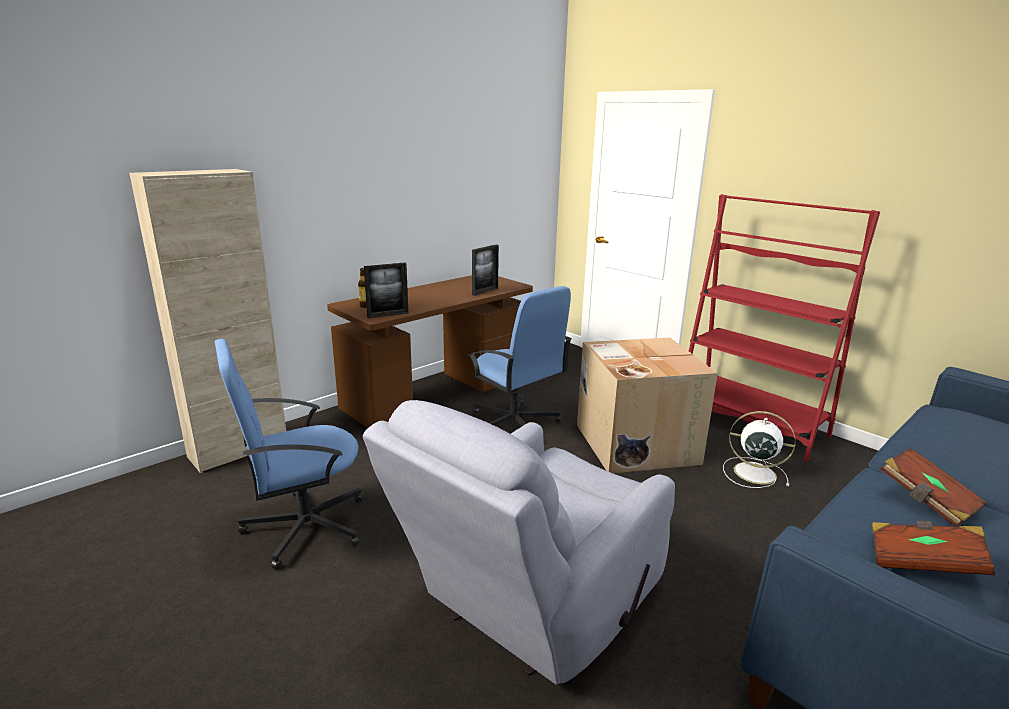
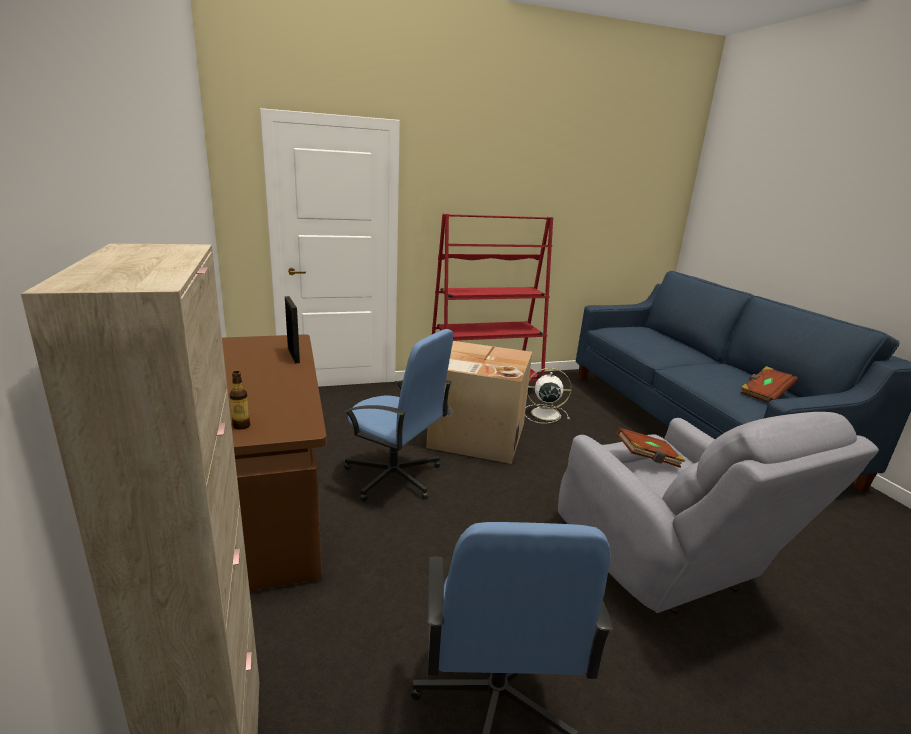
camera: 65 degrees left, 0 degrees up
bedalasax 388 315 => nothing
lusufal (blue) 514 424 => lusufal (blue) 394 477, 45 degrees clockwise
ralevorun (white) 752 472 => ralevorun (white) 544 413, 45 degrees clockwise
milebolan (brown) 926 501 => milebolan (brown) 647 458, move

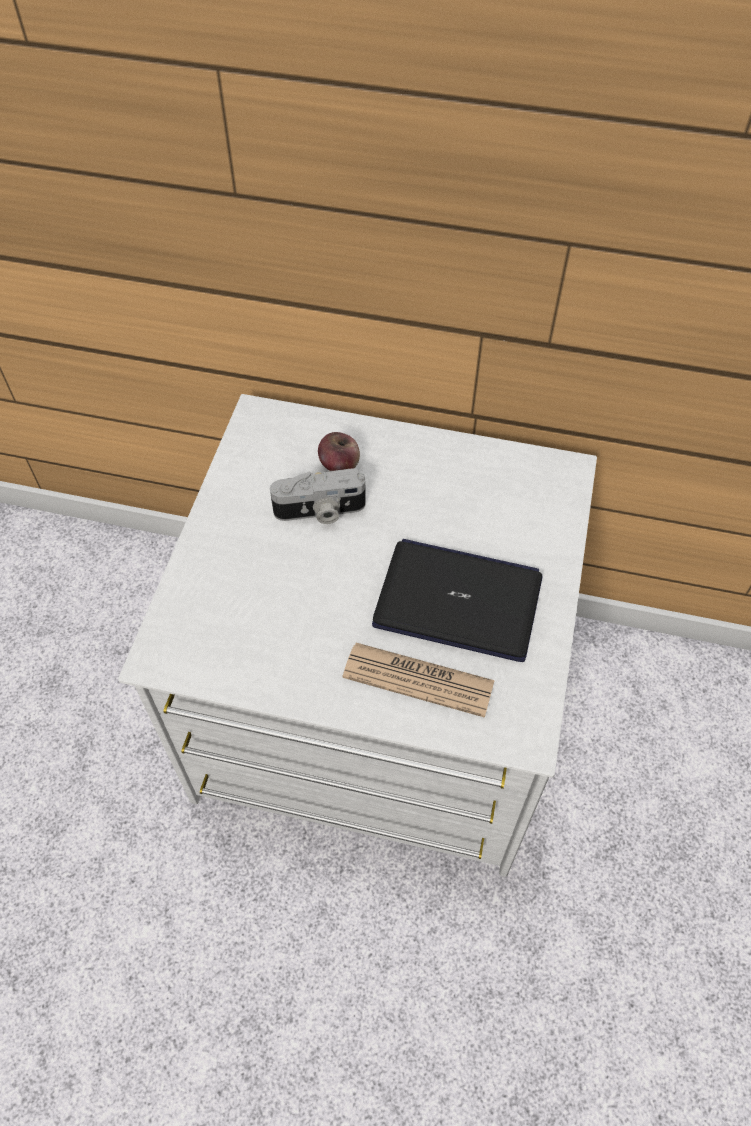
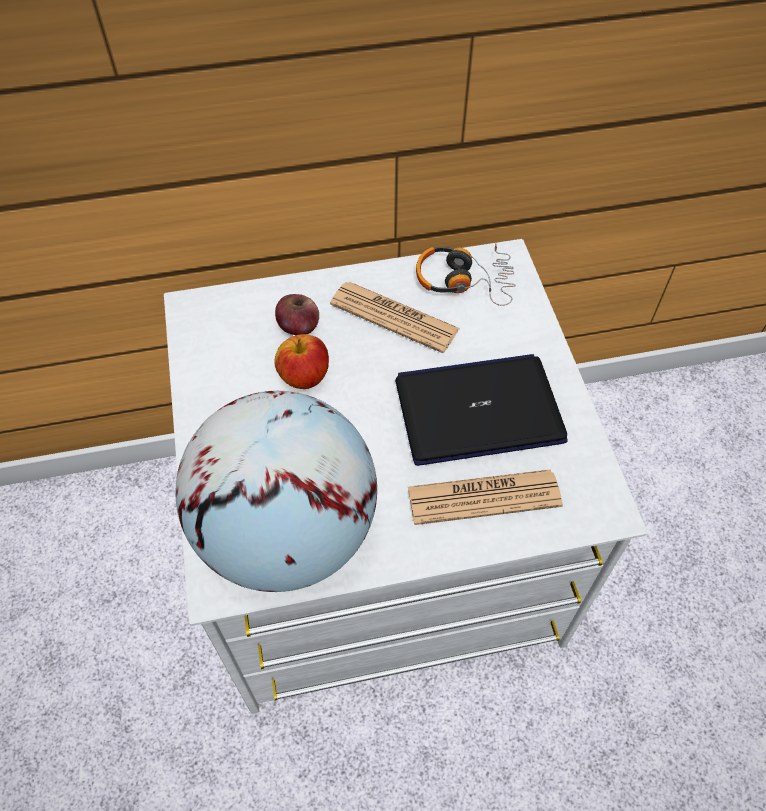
camera: 25 degrees left, 0 degrees up
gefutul 320 511 => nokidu 304 377
nothing => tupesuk 464 280
nothing => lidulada 394 317
nothing => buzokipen 288 532

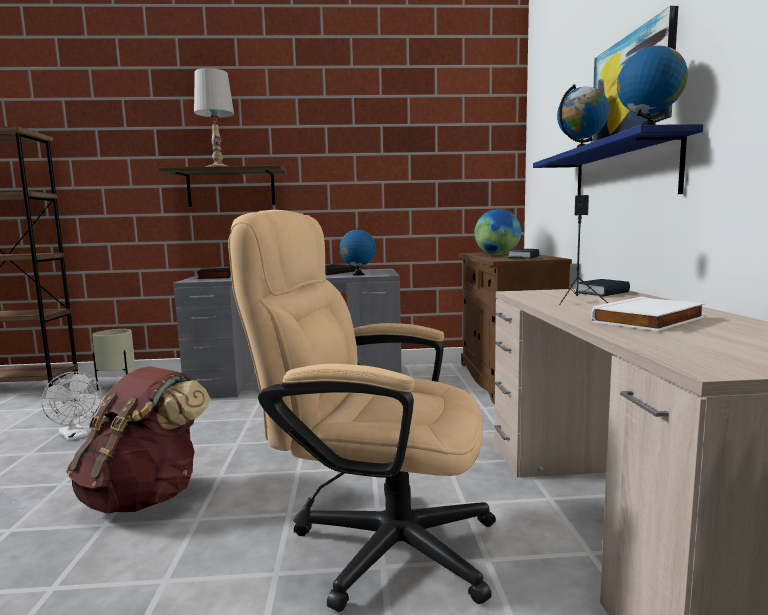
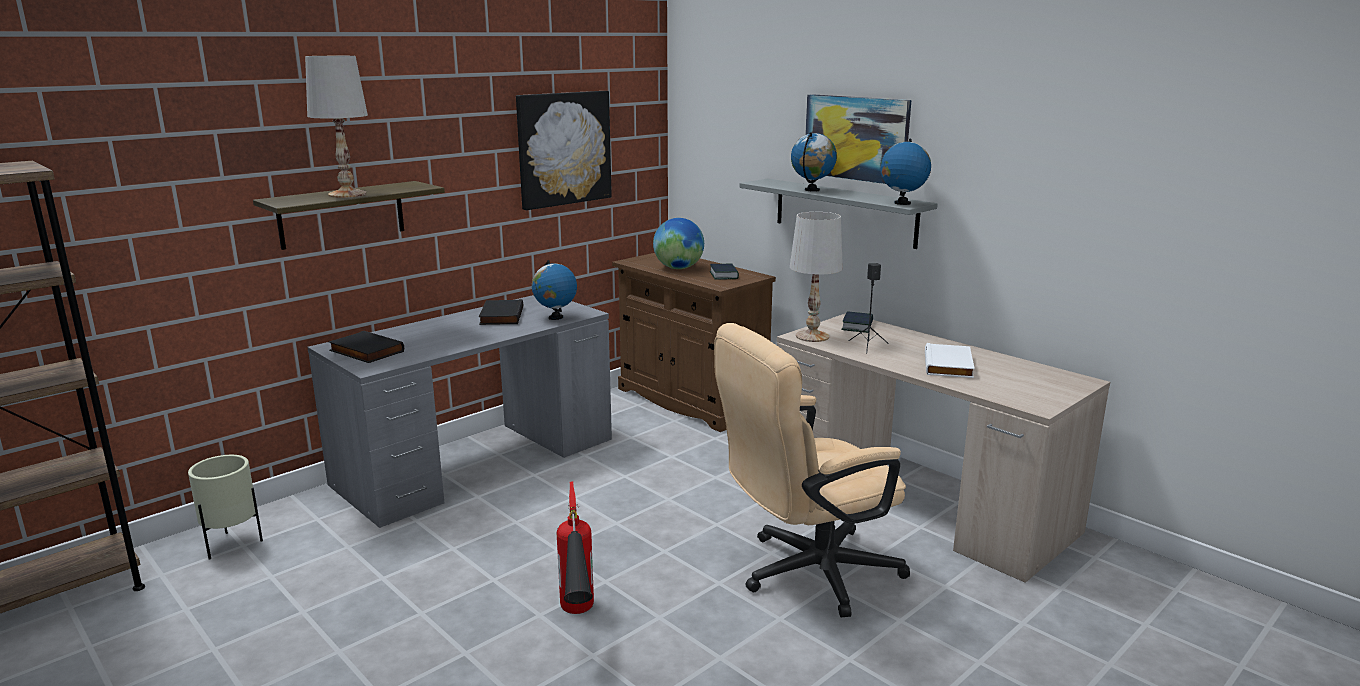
camera: 40 degrees left, 10 degrees up
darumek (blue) 622 174 => darumek (grey) 844 212
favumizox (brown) 146 496 => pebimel 578 624
ralevorun (white) 76 436 => nothing
nothing => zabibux 563 148
nothing => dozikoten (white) 811 336

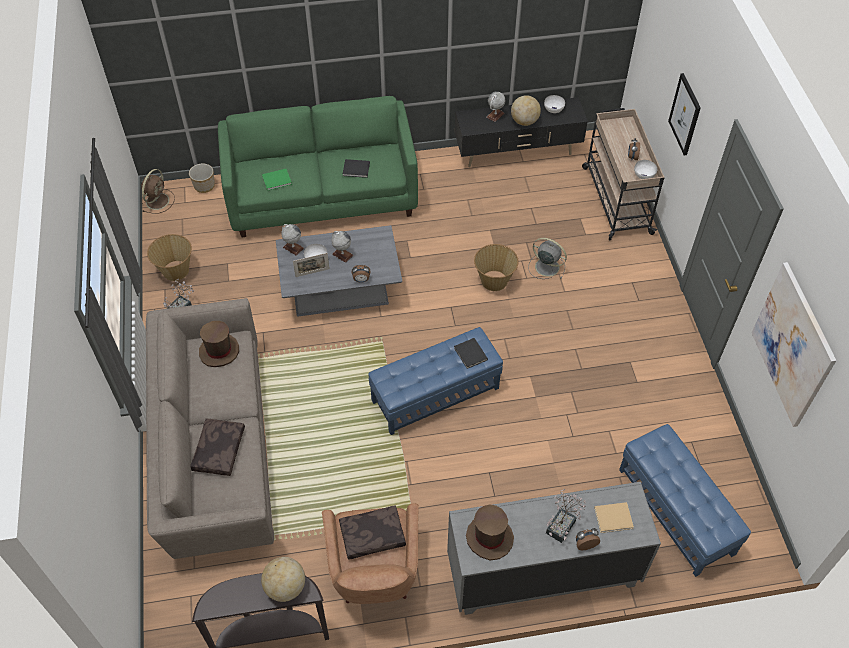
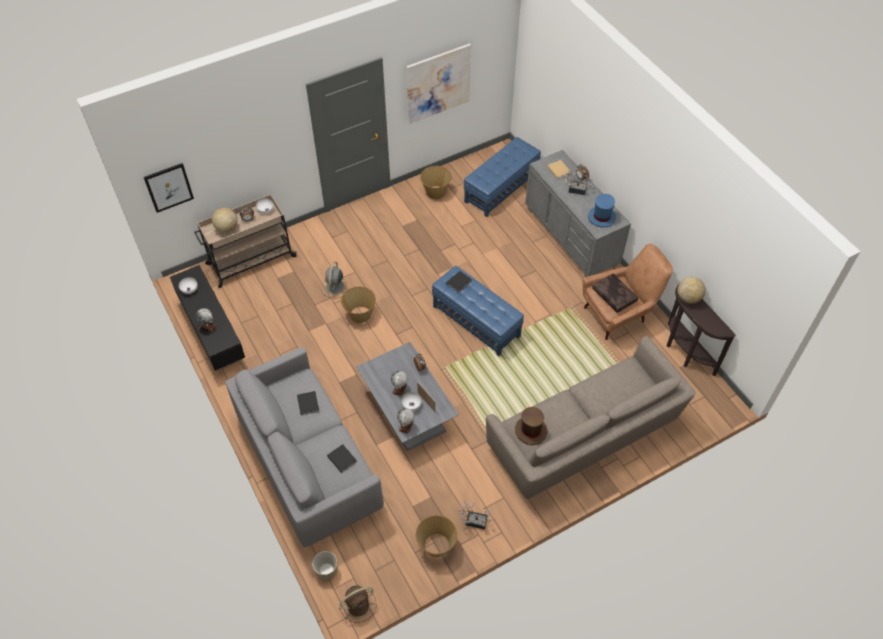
camera: 110 degrees left, 0 degrees up
zabibux 685 114 => zabibux 168 187, move
buzokipen 524 121 => buzokipen 227 228, move
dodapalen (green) 322 196 => dodapalen (grey) 308 462
ralevorun (brown) 158 200 => ralevorun (brown) 359 605, 150 degrees clockwise
milebolan (green) 278 180 => milebolan (black) 341 458
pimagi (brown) 218 450 => nothing
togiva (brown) 489 537 => togiva (blue) 601 217
nothing => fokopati 436 192

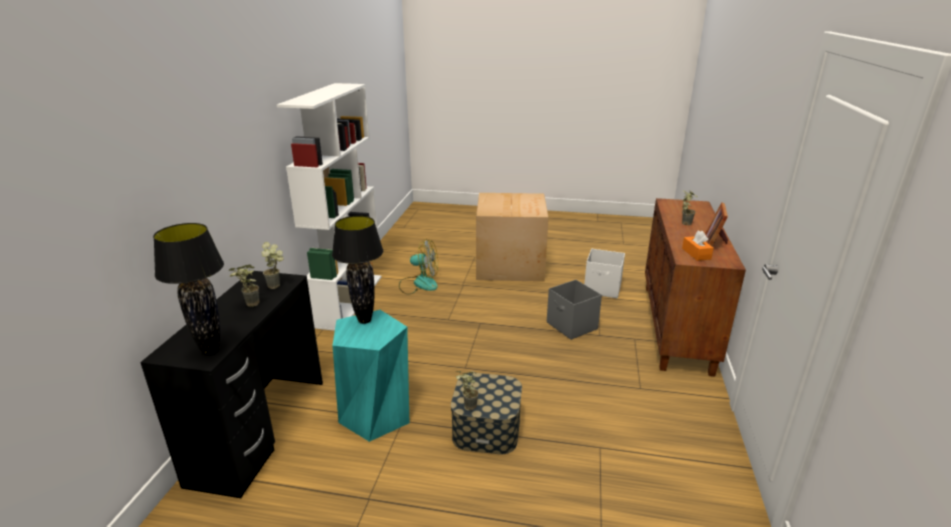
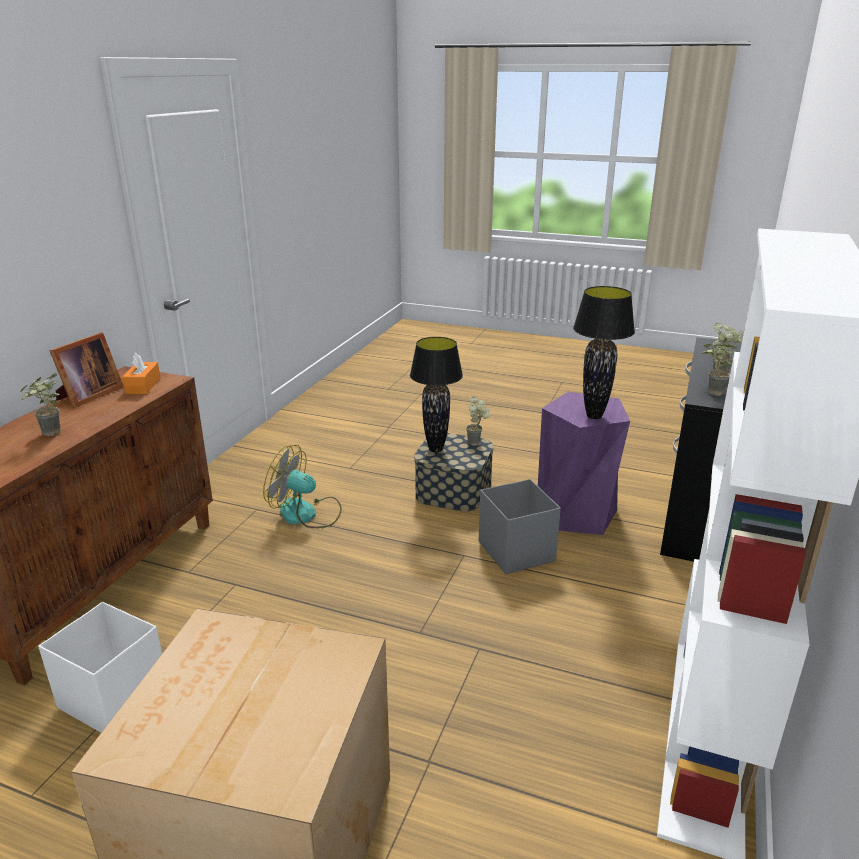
camera: 170 degrees left, 0 degrees up
dozikoten (black) 211 351 => dozikoten (black) 435 449, move
ralevorun 419 284 => ralevorun 306 514, move
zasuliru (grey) 572 326 => zasuliru (grey) 516 551, move
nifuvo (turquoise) 375 415 => nifuvo (purple) 576 513

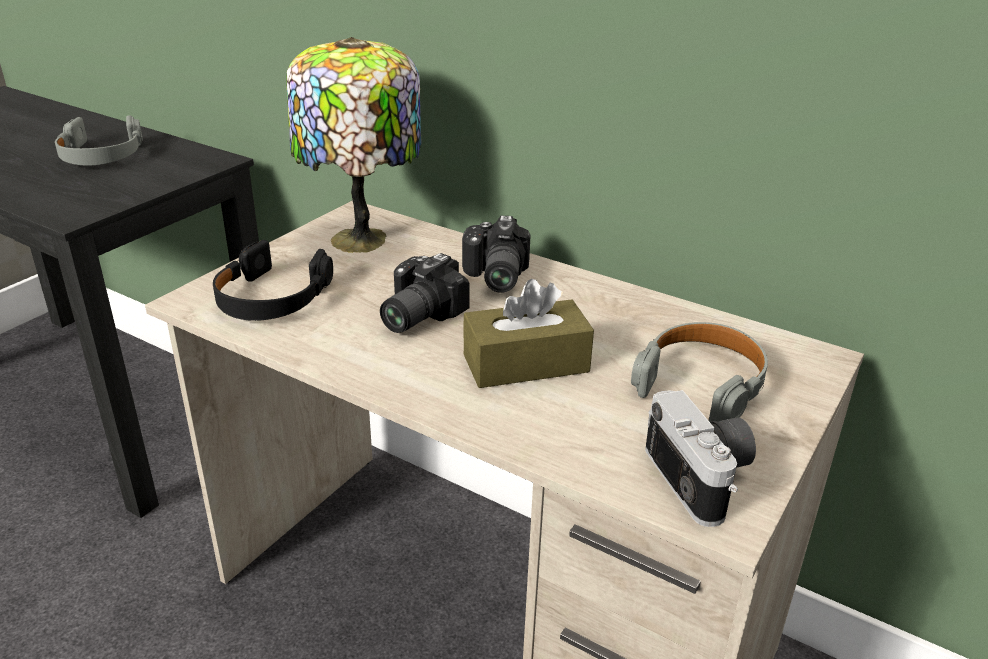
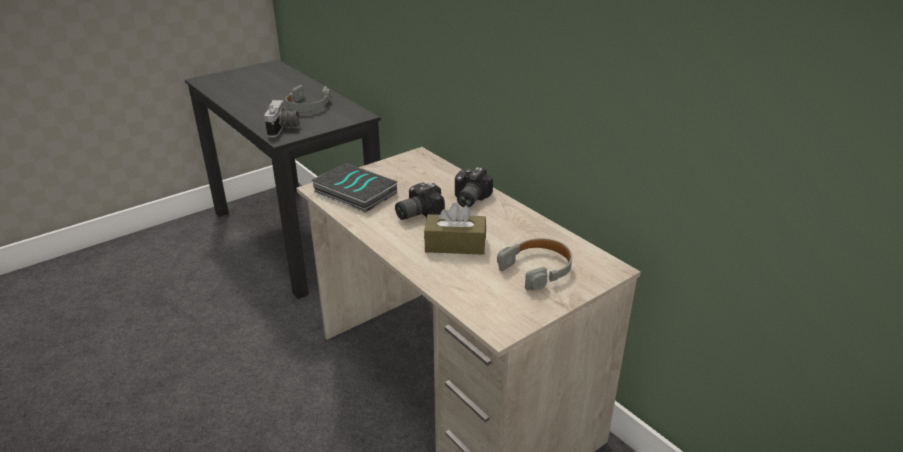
camera: 20 degrees right, 0 degrees up
dozikoten 361 241 => nothing
tupesuk (black) 271 298 => milebolan 353 193
gefutul 704 478 => gefutul 284 129, move

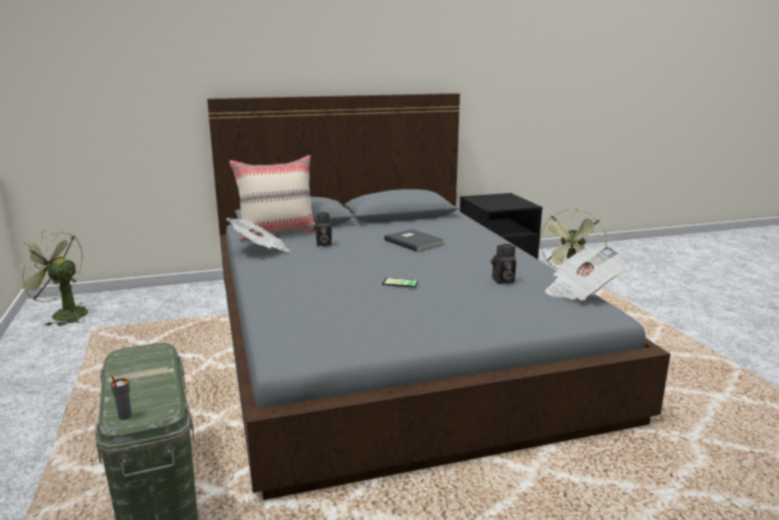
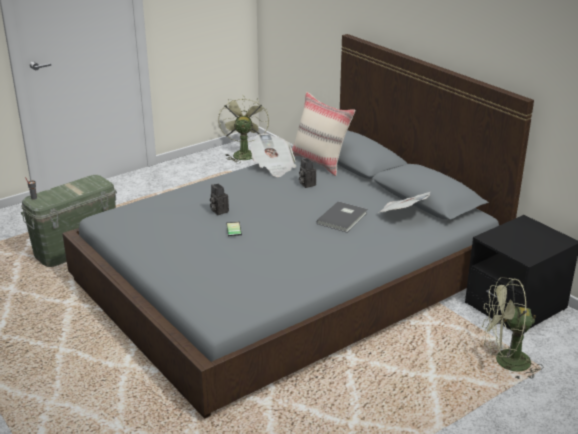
camera: 70 degrees right, 10 degrees up
gefutul 502 281 => gefutul 218 211, move
lidulada 581 291 => lidulada 403 214, move

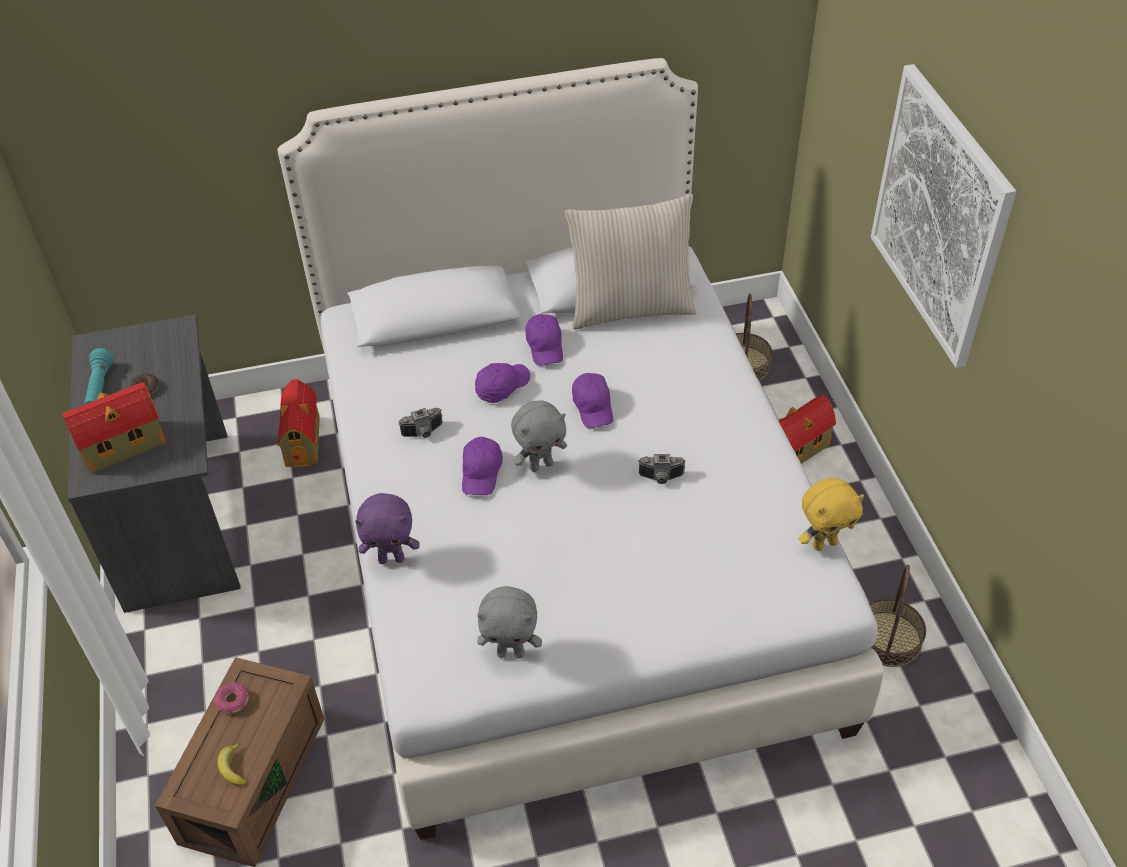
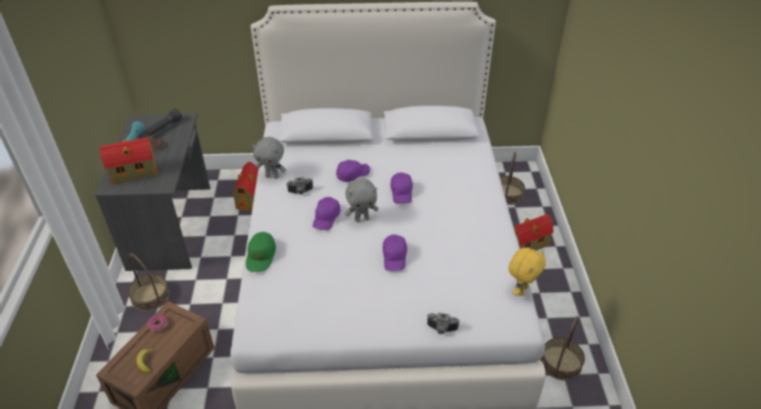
camera: 10 degrees right, 5 degrees down
zabibux 939 216 => nothing
pimagi (beige) 630 307 => nothing
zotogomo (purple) 545 346 => zotogomo (purple) 394 257, move
gefutul 661 478 => gefutul 441 330, move
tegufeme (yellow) 824 543 => tegufeme (yellow) 521 290, 45 degrees counterclockwise
tegufeme (purple) 392 558 => zotogomo (green) 261 256
tegufeme (grey) 511 652 => tegufeme (grey) 272 176, move
nothing => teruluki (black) 164 128
nothing => fokopati 150 296

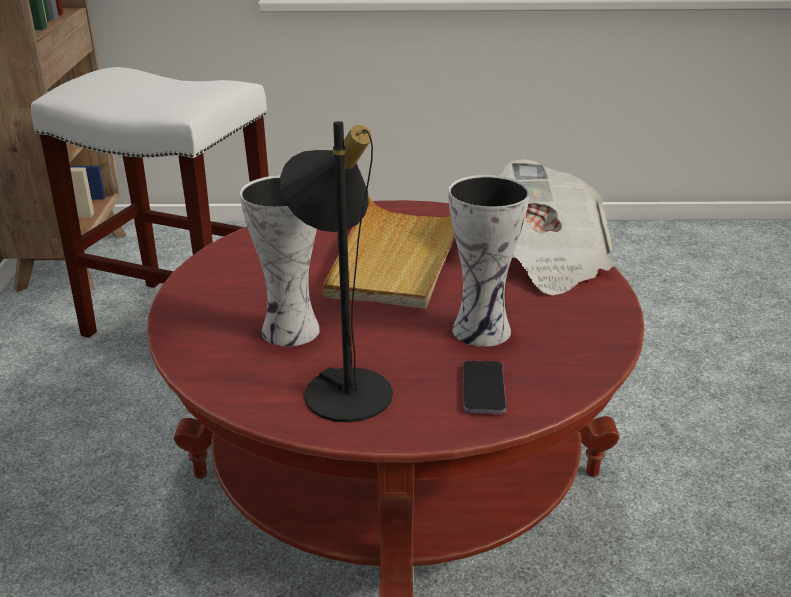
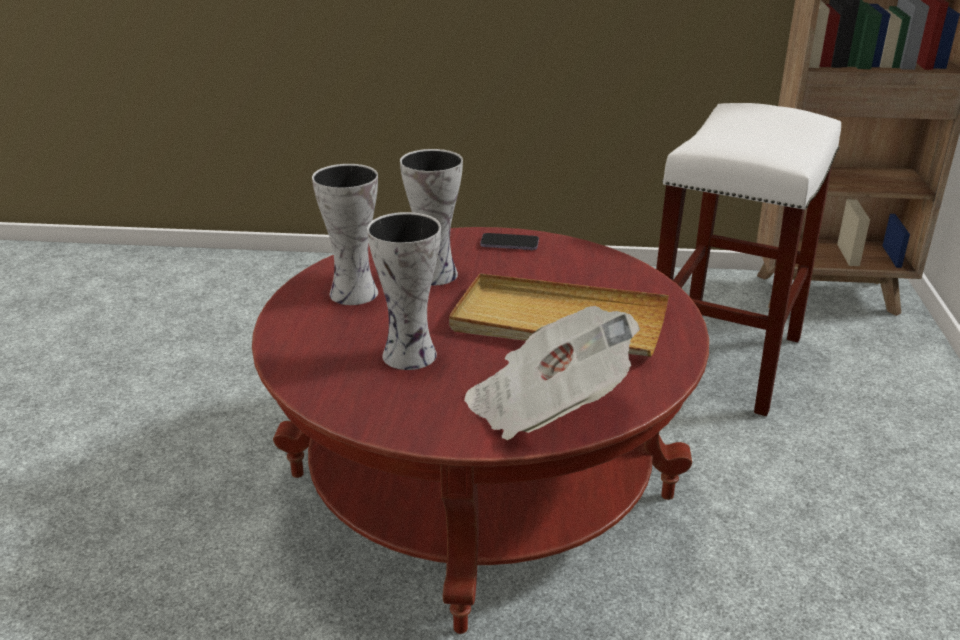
camera: 95 degrees right, 0 degrees up
dozikoten (black) 343 384 => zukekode 351 293
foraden 483 389 => foraden 509 244, move

